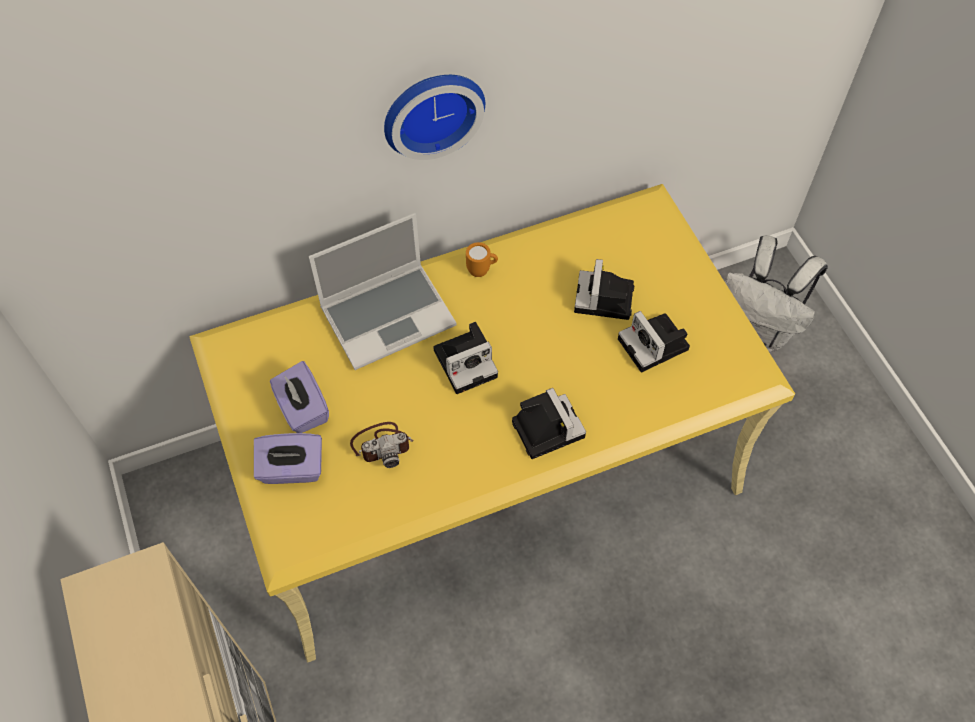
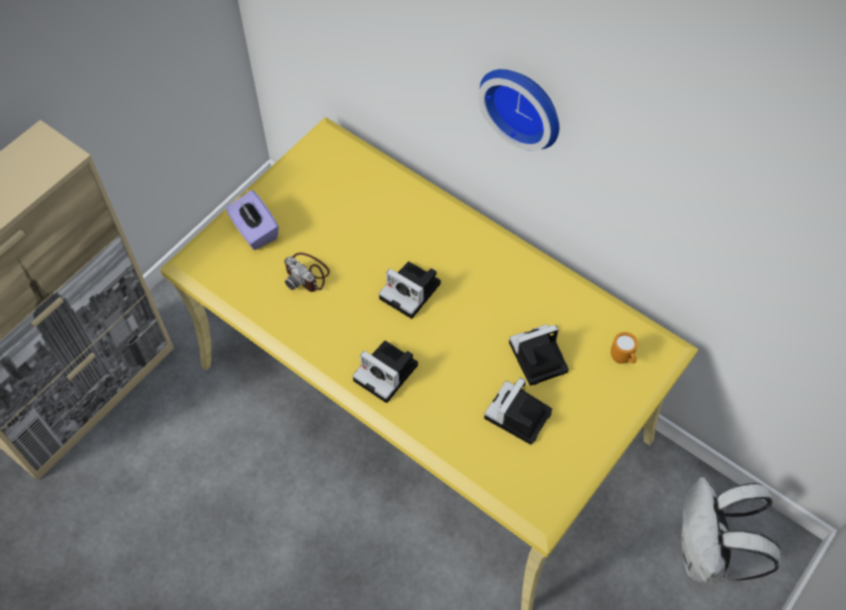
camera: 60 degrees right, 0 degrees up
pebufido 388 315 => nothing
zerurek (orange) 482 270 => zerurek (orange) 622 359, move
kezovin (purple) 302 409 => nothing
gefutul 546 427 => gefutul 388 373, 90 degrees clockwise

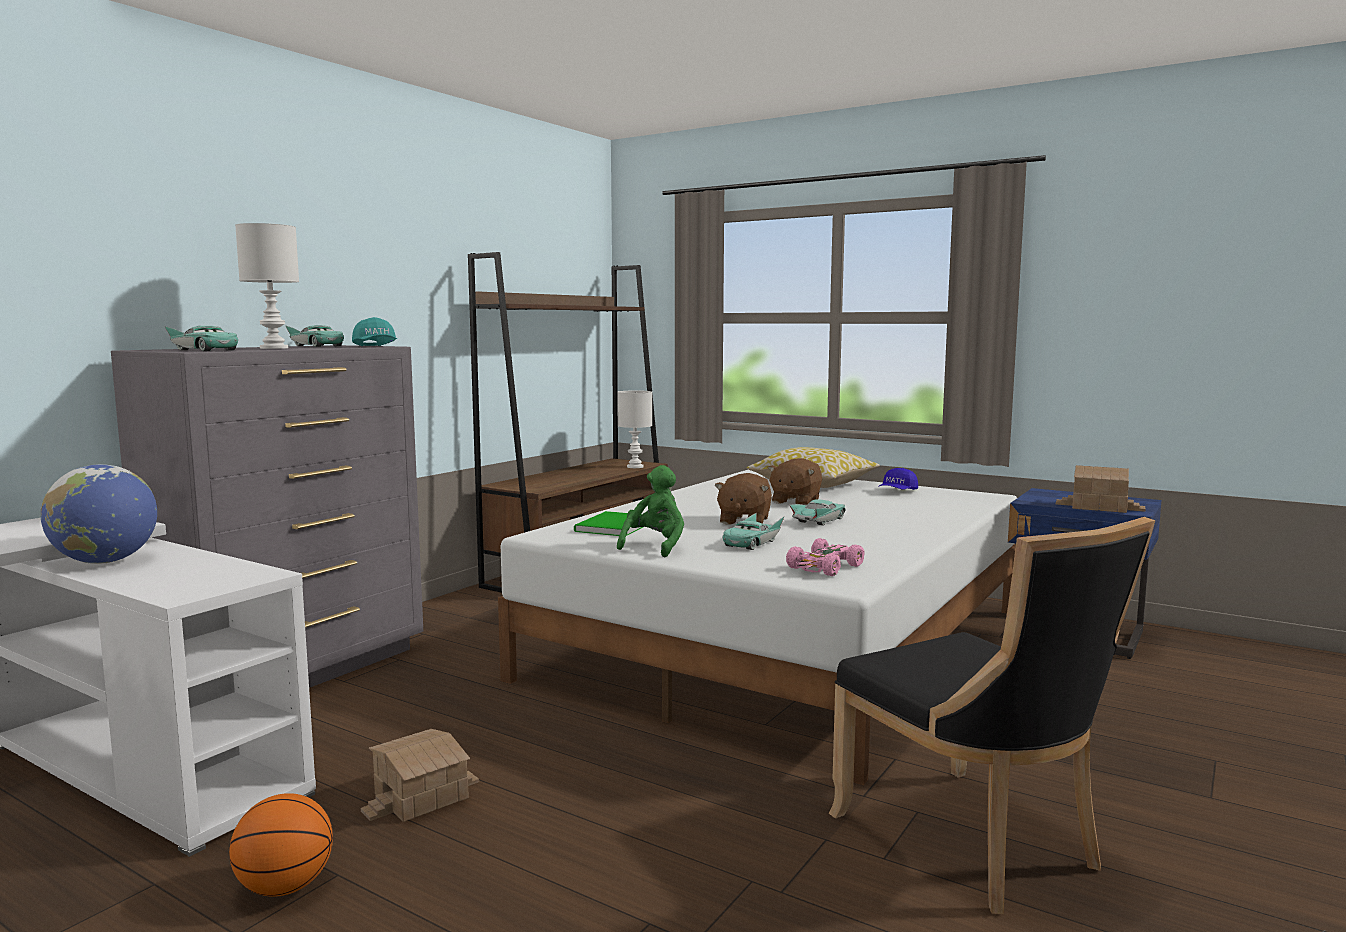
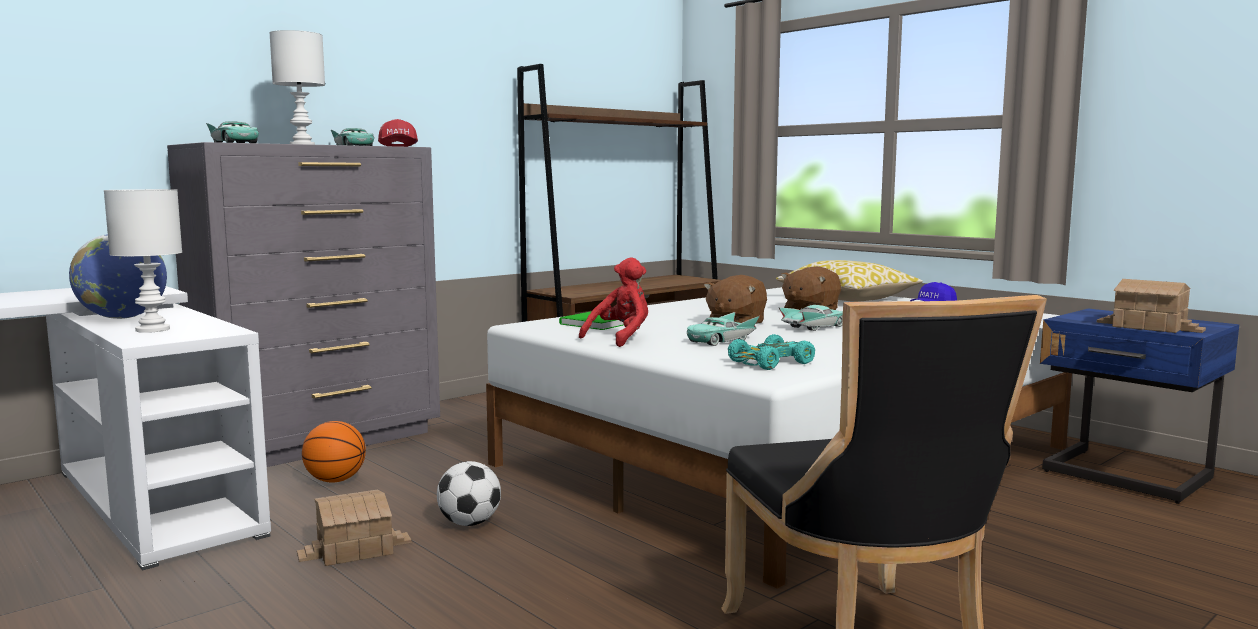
camera: 15 degrees right, 0 degrees up
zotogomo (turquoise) 376 346 => zotogomo (red) 398 146
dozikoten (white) 634 467 => dozikoten (white) 151 330, move
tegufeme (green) 655 546 => tegufeme (red) 621 338
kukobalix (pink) 824 567 => kukobalix (turquoise) 770 363
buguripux 285 887 => buguripux 335 480, move
nothing => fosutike 470 523

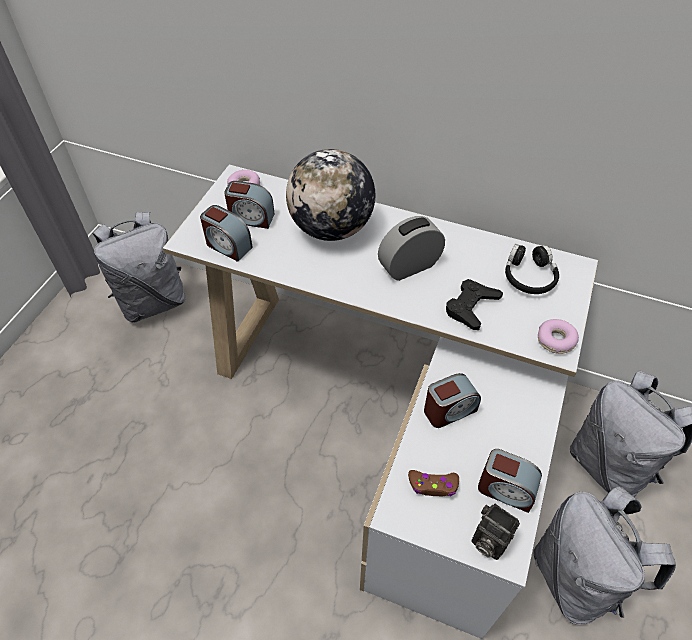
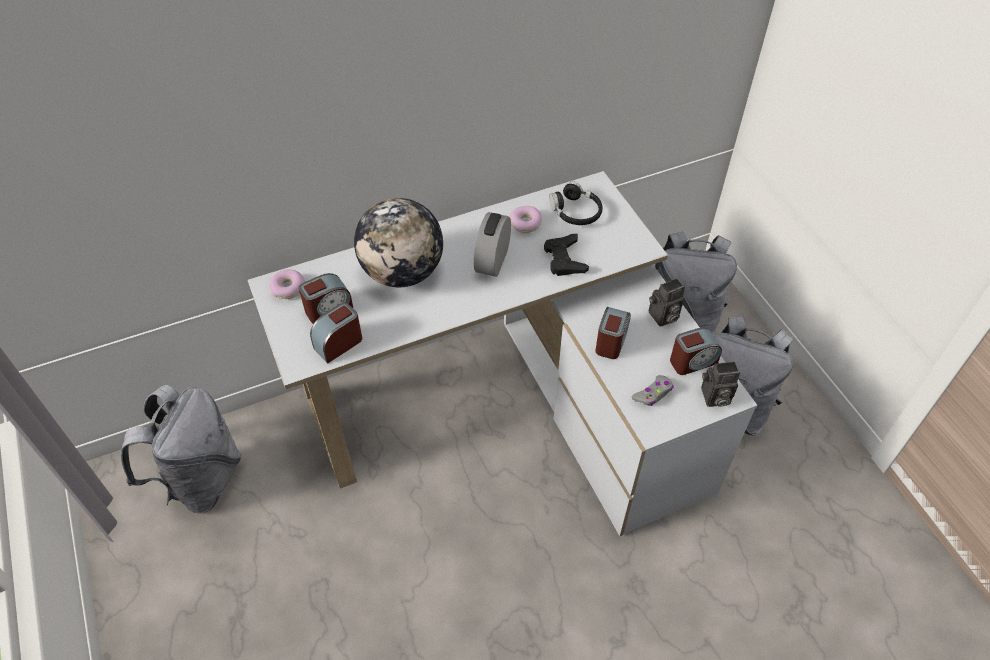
camera: 45 degrees left, 0 degrees up
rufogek 228 246 => rufogek 339 343, 150 degrees clockwise
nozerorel 555 340 => nozerorel 525 223, move
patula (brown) 433 485 => patula (grey) 653 394
nothing => gefutul 663 317

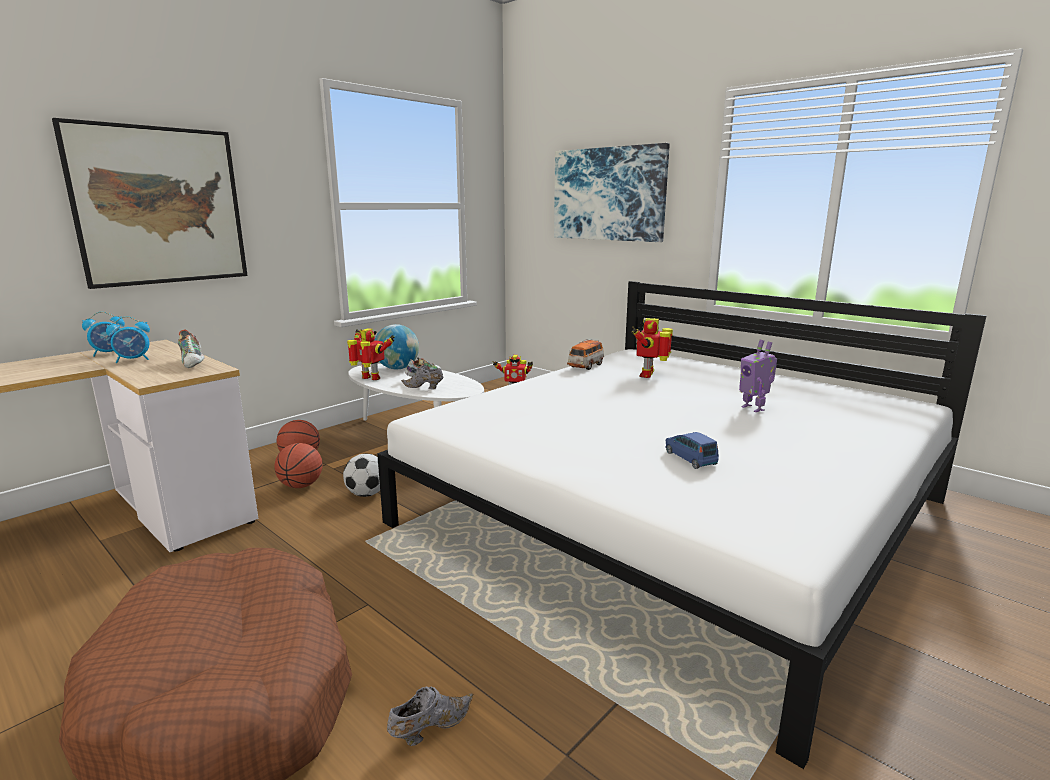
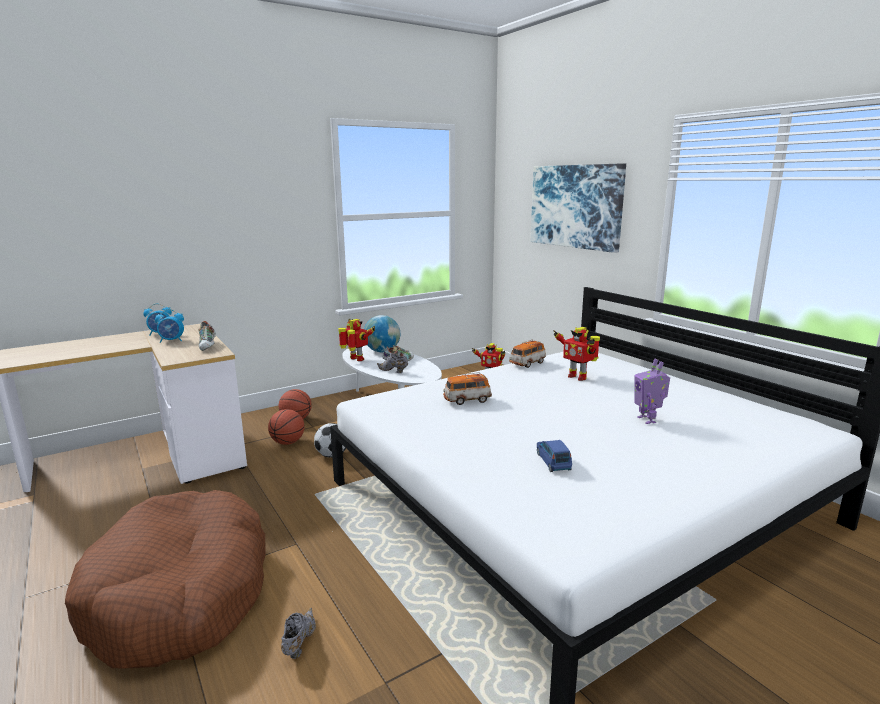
camera: 15 degrees right, 0 degrees up
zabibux 160 206 => nothing
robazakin 648 375 => robazakin 577 377, 75 degrees counterclockwise
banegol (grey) 429 728 => banegol (grey) 299 643, 60 degrees counterclockwise
nothing => kukobalix 467 400

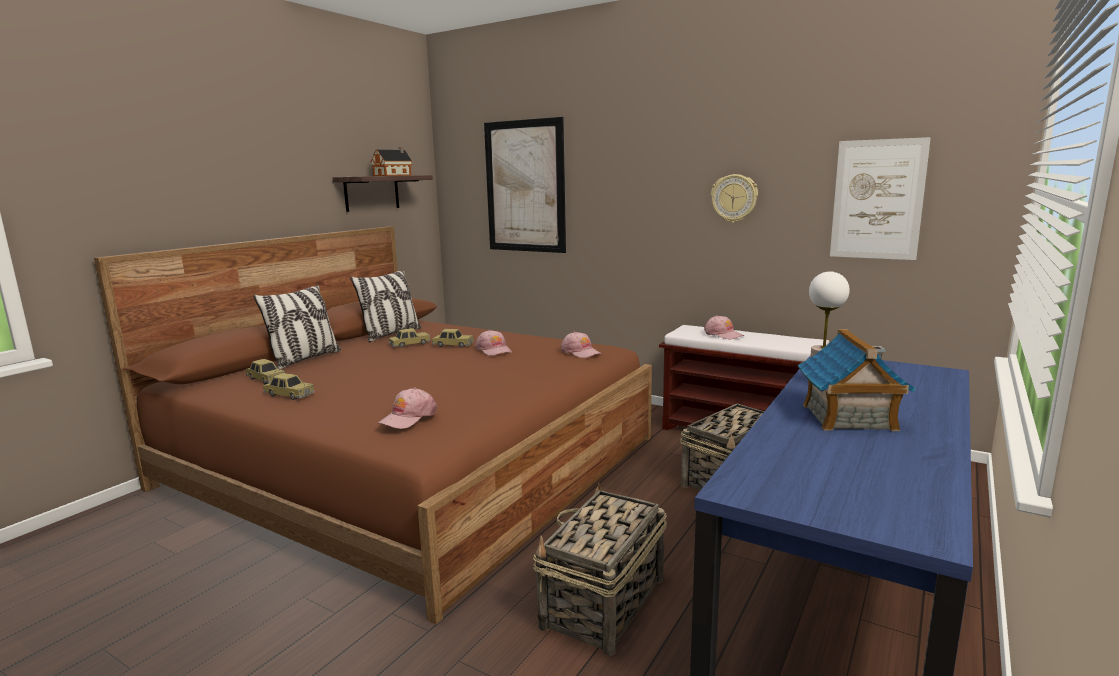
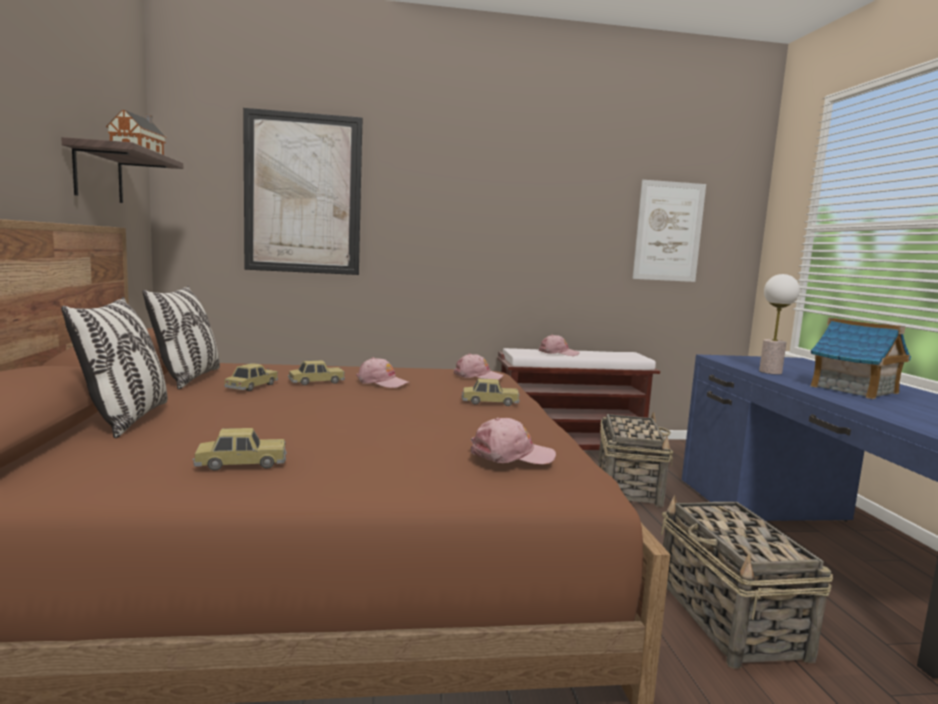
camera: 40 degrees left, 5 degrees down
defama 734 198 => nothing
kukobalix 266 379 => kukobalix 489 402, move
zotogomo (pink) 408 417 => zotogomo (pink) 511 455, 90 degrees counterclockwise

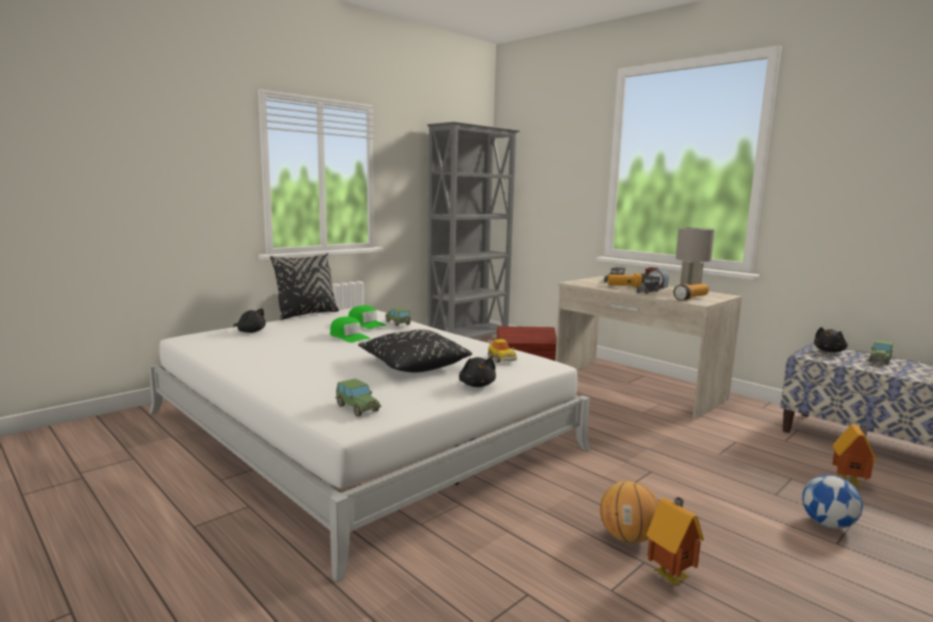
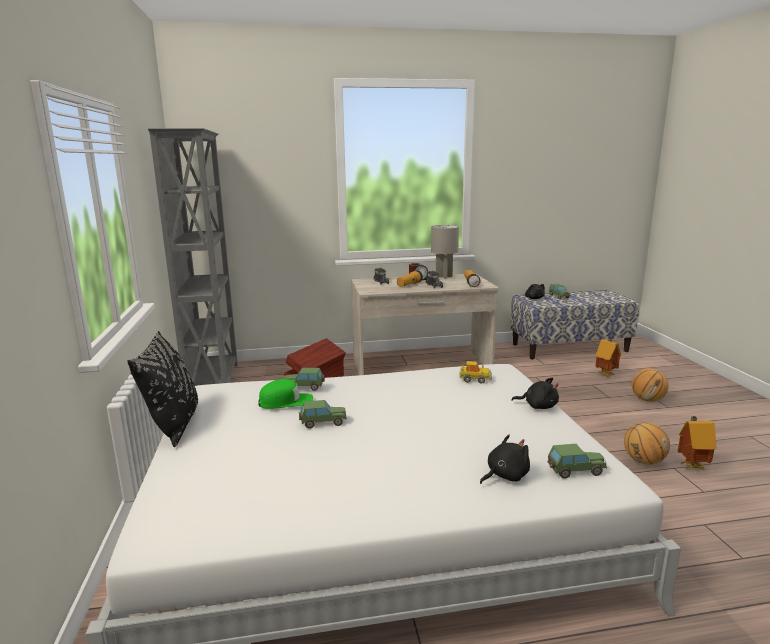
camera: 55 degrees left, 5 degrees up
tegufeme (black) 250 332 => tegufeme (black) 505 475, move
zotogomo (green) 348 336 => kukobalix 323 422
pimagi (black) 413 365 => nothing
fosutike 828 524 => buguripux 647 400

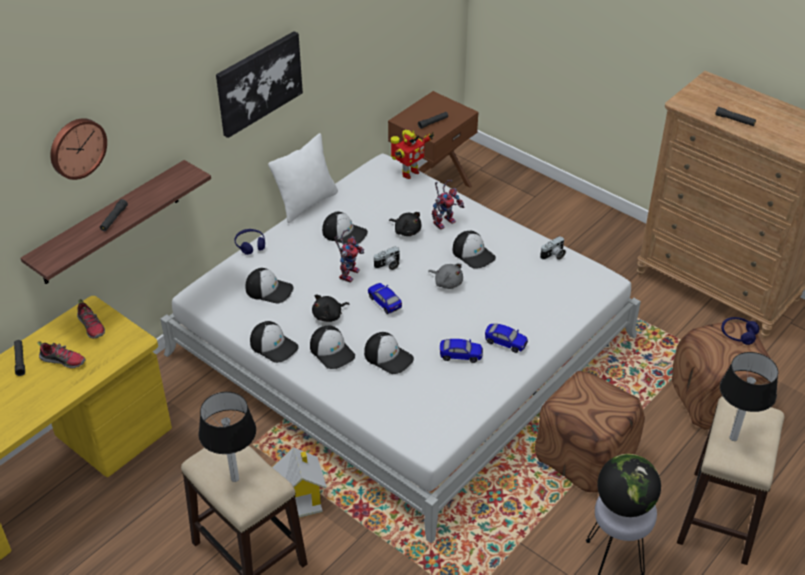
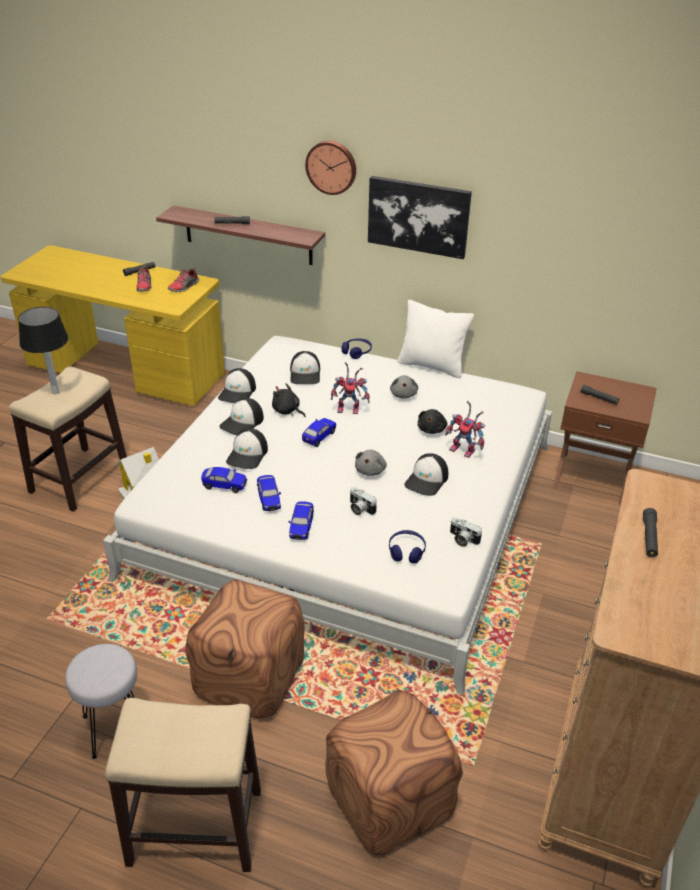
camera: 70 degrees right, 5 degrees down
defama 76 147 => defama 331 167, move
robazakin 408 173 => nothing
zotogomo 344 233 => tegufeme (grey) 403 394
gefutul 388 265 => gefutul 360 509, move
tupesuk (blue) 738 334 => tupesuk (blue) 406 551, move
dozikoten 733 438 => nothing
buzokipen 624 504 => nothing
nothing => kukobalix 224 485

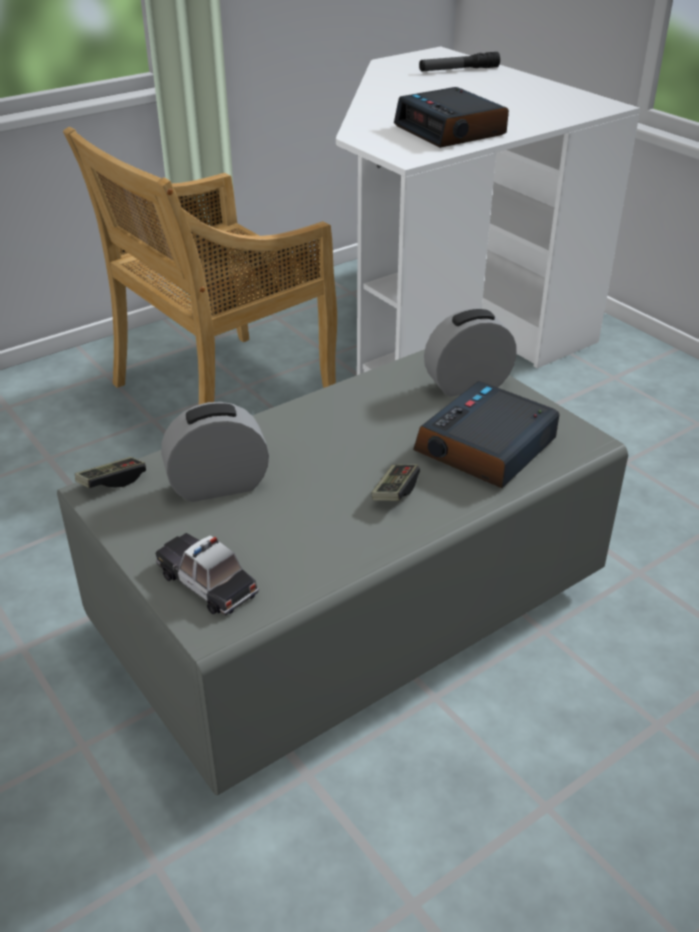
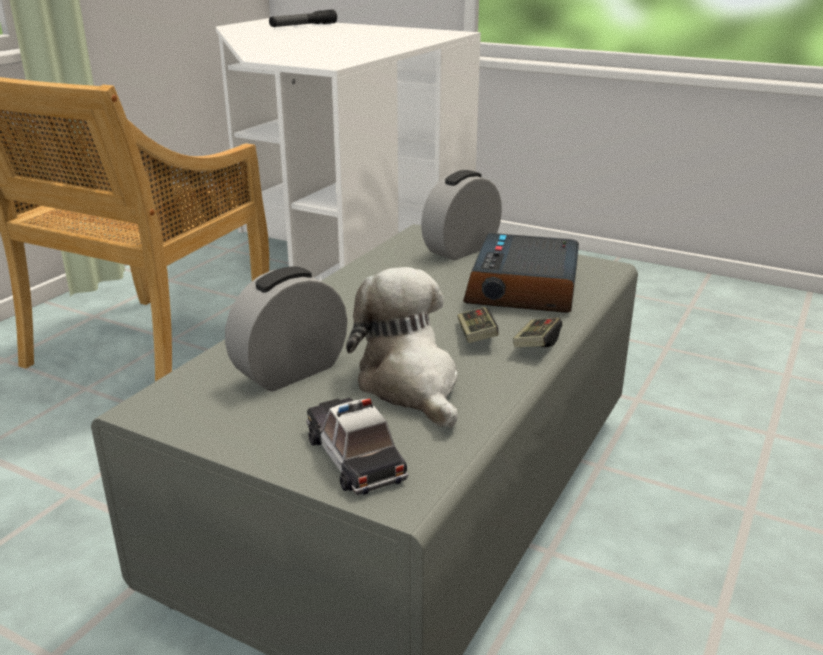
camera: 25 degrees left, 10 degrees down
rufogek 451 130 => nothing
patula 112 481 => patula 536 344, move
kukobalix 207 581 => kukobalix 355 455, 45 degrees clockwise
nothing => tegufeme 410 385

